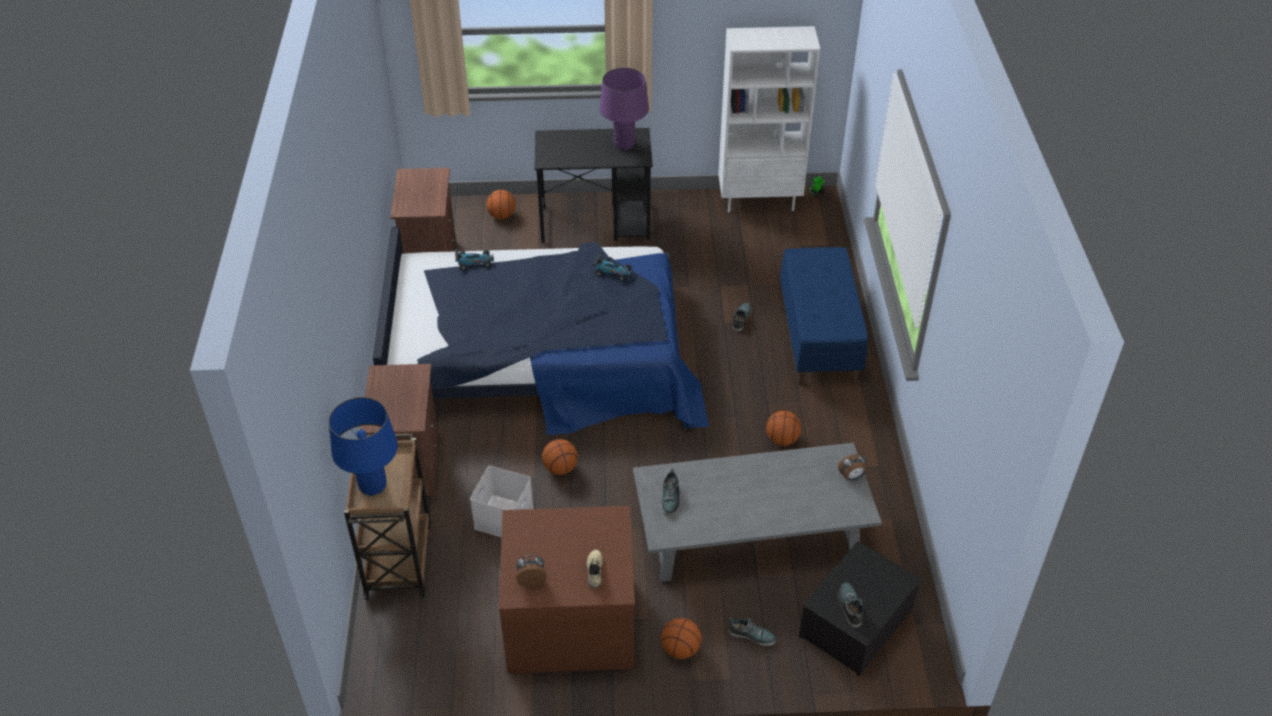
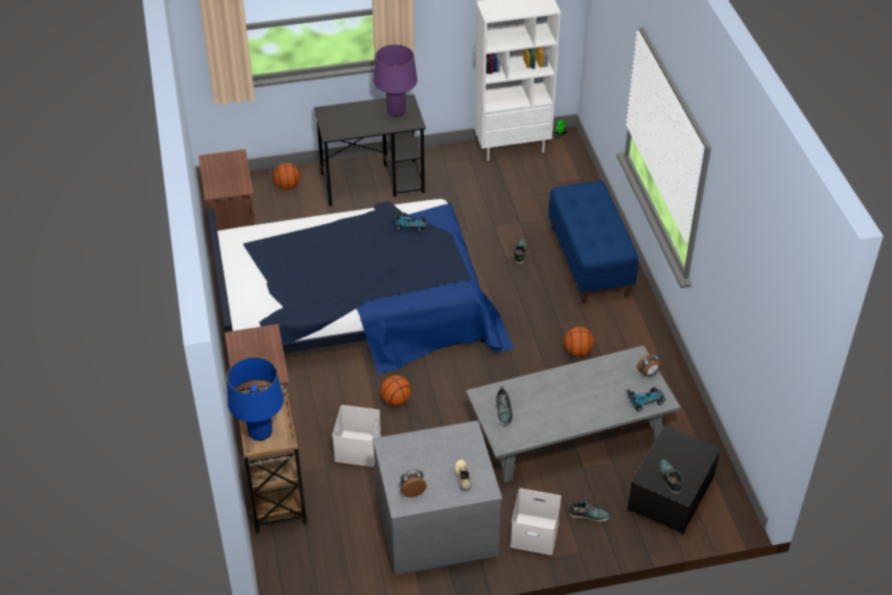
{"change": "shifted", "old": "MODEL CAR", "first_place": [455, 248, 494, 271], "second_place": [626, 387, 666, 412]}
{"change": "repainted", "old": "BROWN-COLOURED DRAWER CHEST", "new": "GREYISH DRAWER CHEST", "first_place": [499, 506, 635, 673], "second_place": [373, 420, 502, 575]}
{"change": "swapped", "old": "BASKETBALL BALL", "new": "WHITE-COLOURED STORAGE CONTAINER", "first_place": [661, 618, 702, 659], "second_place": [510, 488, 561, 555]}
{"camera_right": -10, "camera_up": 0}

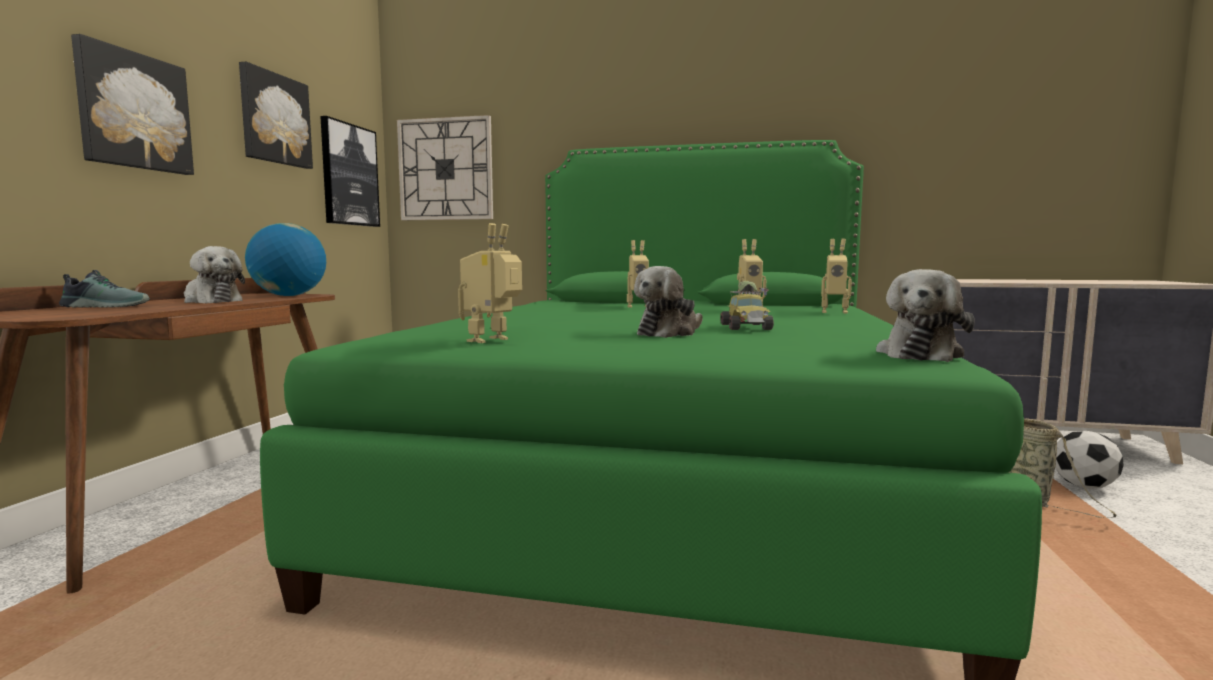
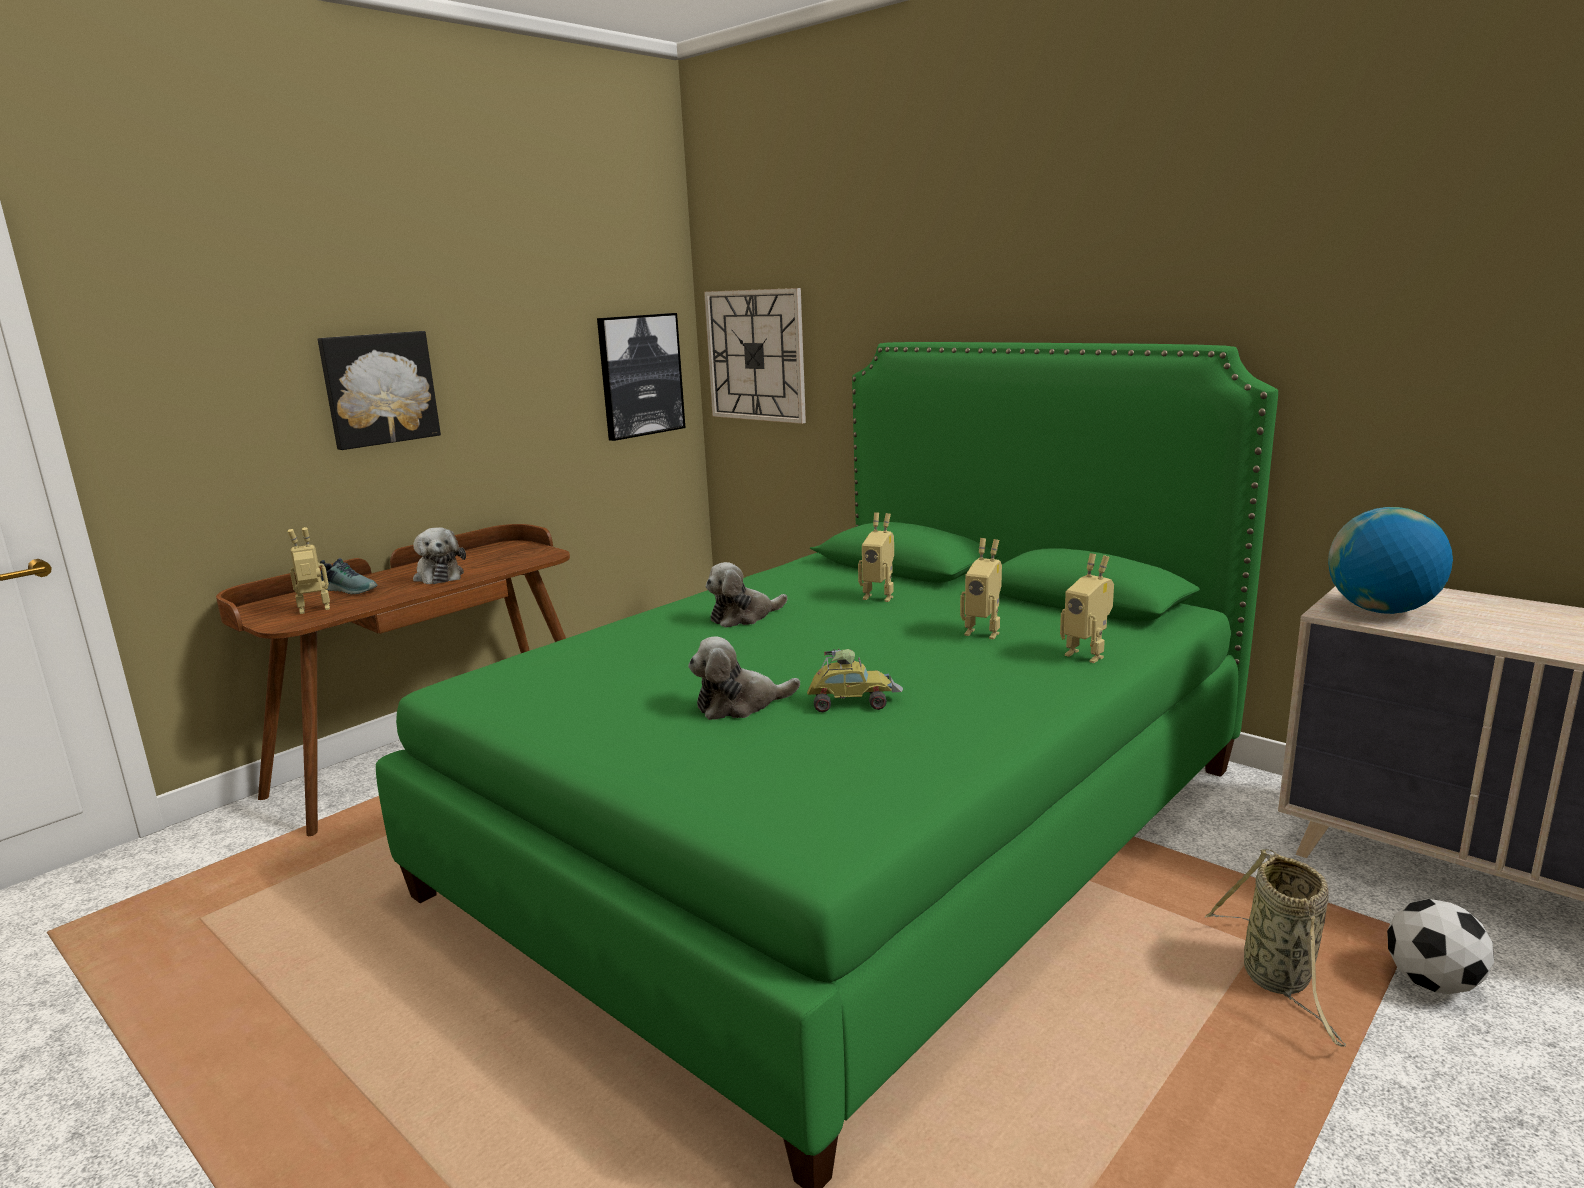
{"change": "gone", "old": "WALL ART", "first_place": [239, 62, 313, 169]}
{"change": "shifted", "old": "WORLD GLOBE", "first_place": [245, 223, 326, 296], "second_place": [1328, 507, 1453, 614]}
{"change": "shifted", "old": "MODEL ROBOT", "first_place": [458, 223, 522, 343], "second_place": [288, 527, 330, 614]}
{"change": "rotated", "old": "MODEL CAR", "first_place": [720, 281, 774, 330], "second_place": [807, 649, 903, 712], "degrees": -120}
{"change": "shifted", "old": "CUDDLY TOY", "first_place": [876, 269, 975, 362], "second_place": [705, 562, 787, 628]}
{"camera_right": 30, "camera_up": 10}

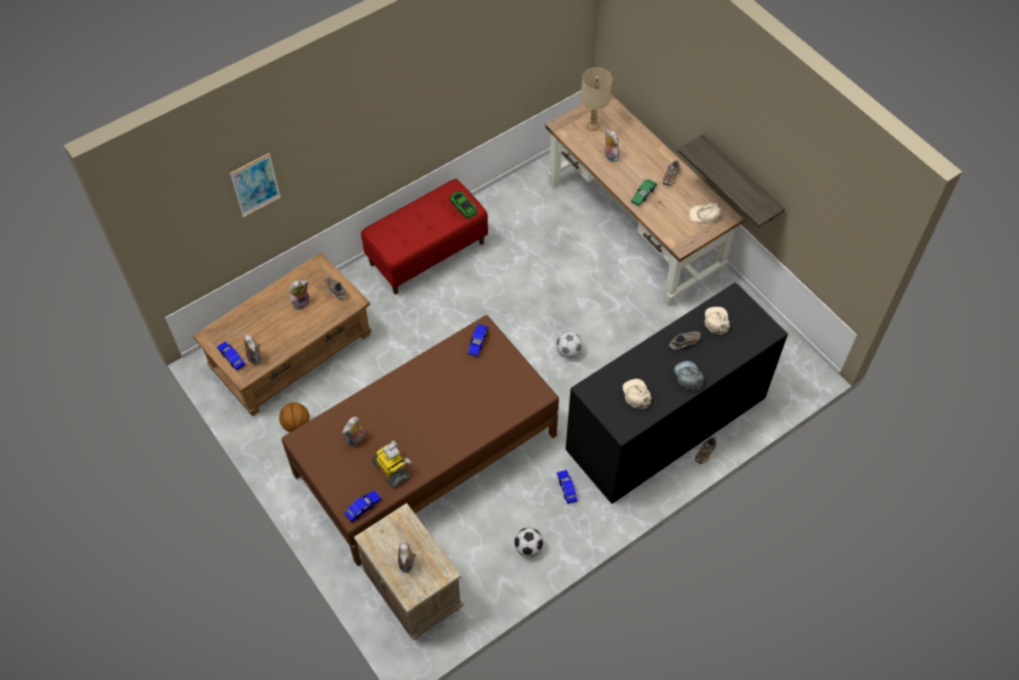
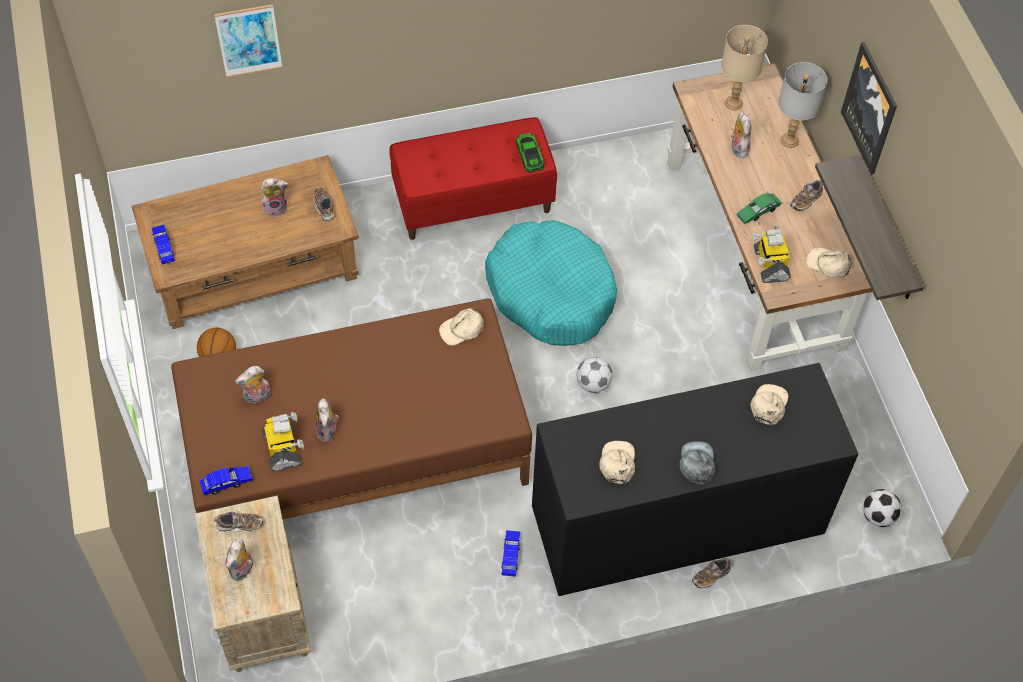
{"change": "shifted", "old": "CUDDLY TOY", "first_place": [244, 334, 261, 365], "second_place": [316, 398, 339, 442]}
{"change": "swapped", "old": "BLUE-COLOURED MODEL CAR", "new": "SAND-COLOURED BASEBALL CAP", "first_place": [468, 324, 488, 357], "second_place": [439, 308, 484, 346]}
{"change": "shifted", "old": "FOOTBALL", "first_place": [514, 528, 543, 557], "second_place": [863, 489, 902, 527]}
{"change": "shifted", "old": "SHOE", "first_place": [669, 332, 701, 351], "second_place": [214, 512, 263, 532]}
{"change": "new", "new": "TURQUOISE-COLOURED PET BED", "second_place": [485, 220, 617, 346]}
{"change": "new", "new": "MODEL ROBOT", "second_place": [752, 229, 791, 283]}
{"change": "new", "new": "GREYISH LAMP FOR A TABLE", "second_place": [778, 62, 827, 148]}
{"change": "new", "new": "WALL ART", "second_place": [841, 42, 897, 175]}
{"camera_right": 20, "camera_up": 0}

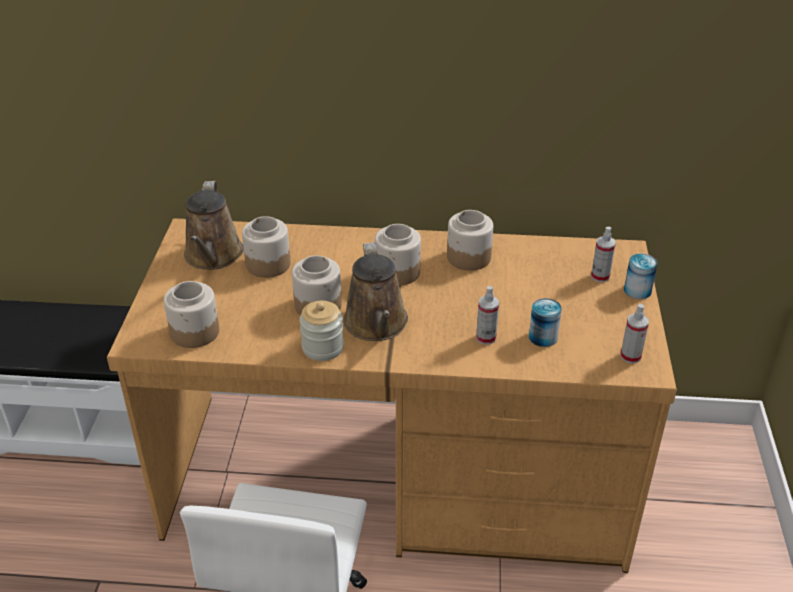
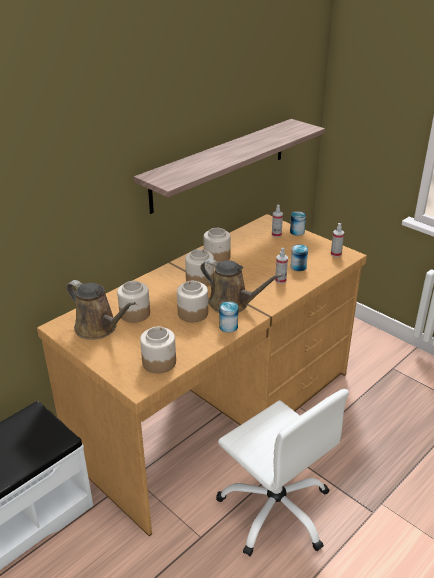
{"change": "swapped", "old": "PRESERVE JAR", "new": "CAN", "first_place": [299, 301, 344, 361], "second_place": [219, 301, 238, 333]}
{"change": "new", "new": "BRACKET SHELF", "second_place": [134, 119, 325, 214]}
{"camera_right": -50, "camera_up": -5}

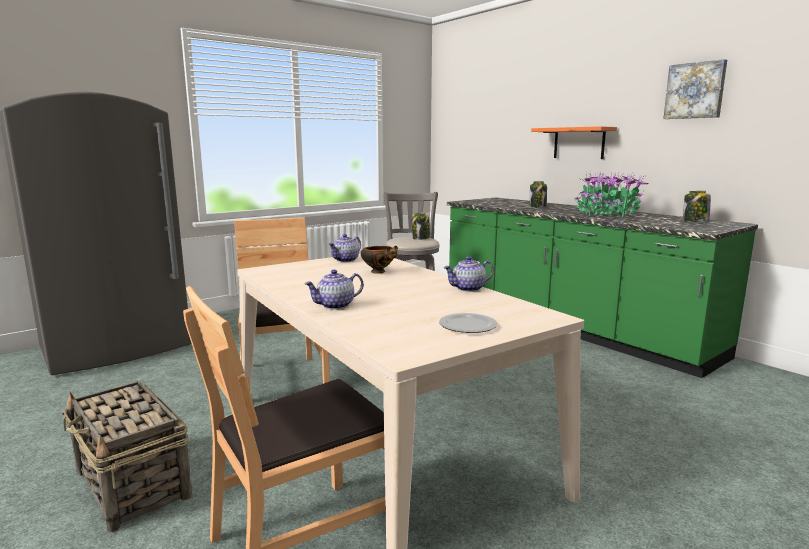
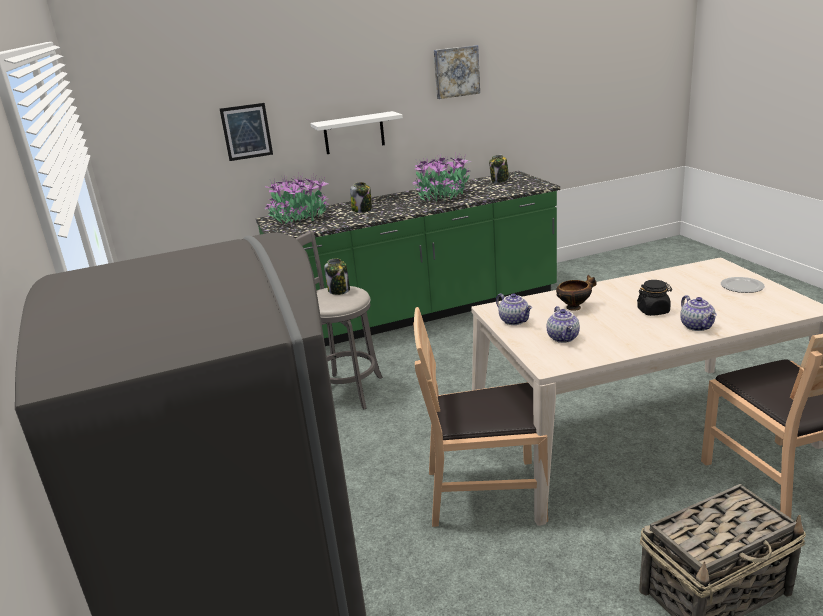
{"change": "shifted", "old": "TEA POT", "first_place": [443, 256, 494, 292], "second_place": [547, 306, 580, 343]}
{"change": "repainted", "old": "ORANGEY BRACKET SHELF", "new": "WHITE-COLOURED BRACKET SHELF", "first_place": [531, 126, 617, 159], "second_place": [310, 111, 403, 154]}
{"change": "new", "new": "WALL ART", "second_place": [220, 103, 273, 161]}
{"change": "new", "new": "POTTED PLANT", "second_place": [265, 174, 329, 224]}
{"change": "new", "new": "BLACK PRESERVE JAR", "second_place": [637, 280, 672, 316]}
{"camera_right": -70, "camera_up": 10}

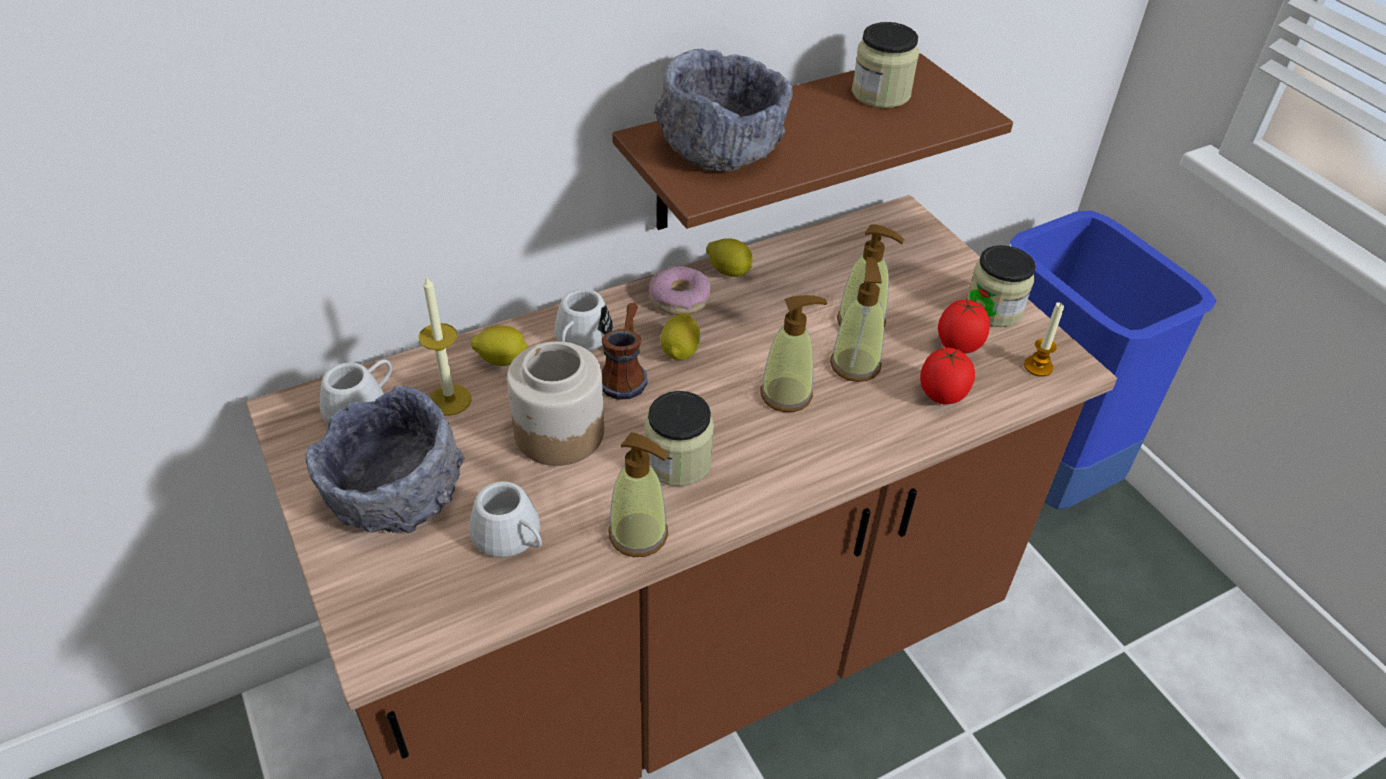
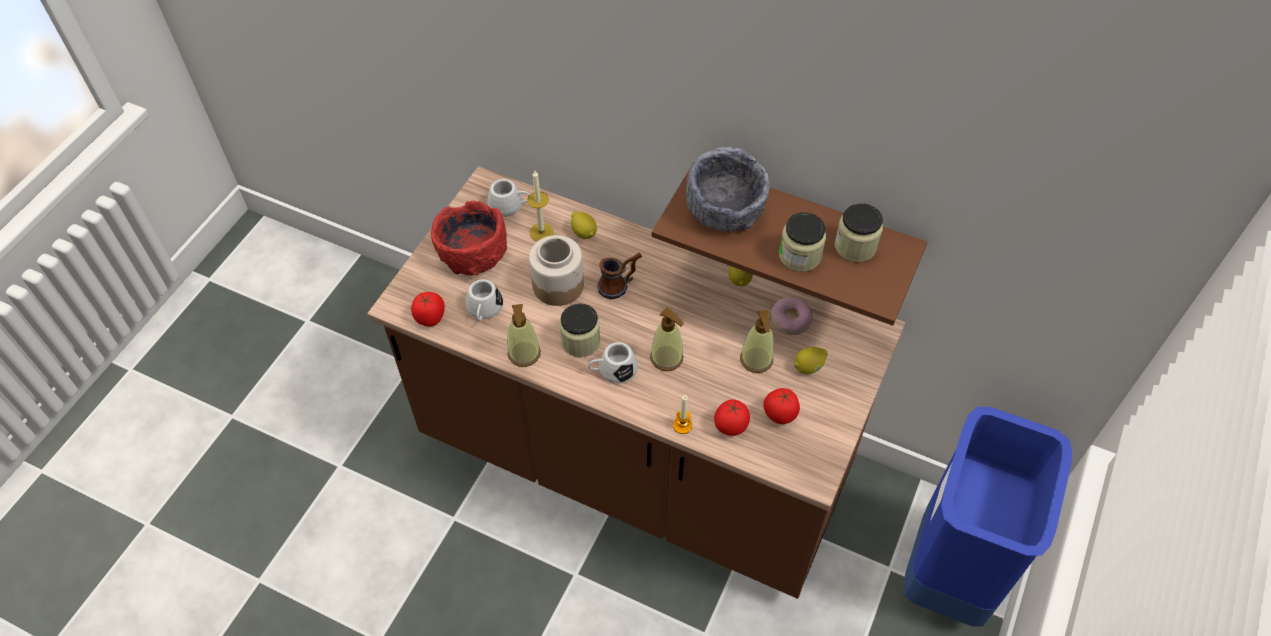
{"change": "repainted", "old": "GREYISH BOWL", "new": "RED-COLOURED BOWL", "first_place": [306, 386, 465, 533], "second_place": [431, 201, 507, 276]}
{"change": "shifted", "old": "WHITE-COLOURED TEA MUG", "first_place": [555, 289, 613, 351], "second_place": [588, 342, 638, 384]}
{"change": "shifted", "old": "DONUT", "first_place": [649, 266, 710, 315], "second_place": [771, 297, 813, 335]}
{"change": "shifted", "old": "CITRUS FRUIT", "first_place": [661, 313, 701, 361], "second_place": [794, 347, 828, 374]}
{"change": "gone", "old": "SOAP DISPENSER", "first_place": [830, 257, 884, 382]}
{"change": "shifted", "old": "PRESERVE JAR", "first_place": [967, 245, 1036, 327], "second_place": [779, 212, 826, 272]}
{"change": "shifted", "old": "CANDLE", "first_place": [1024, 302, 1064, 377], "second_place": [673, 395, 692, 434]}
{"change": "new", "new": "TOMATO", "second_place": [411, 292, 445, 327]}
{"camera_right": 55, "camera_up": 10}

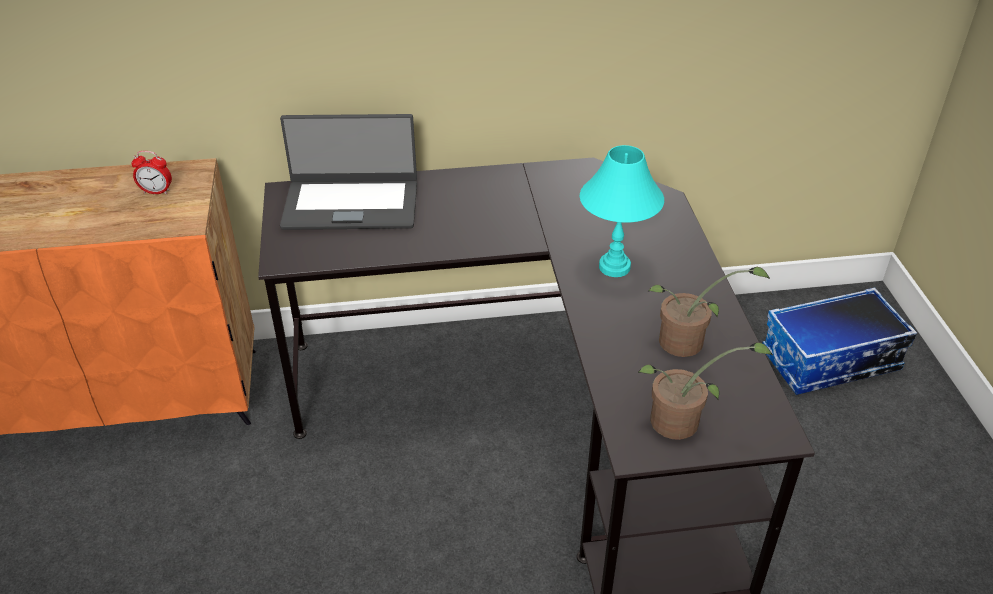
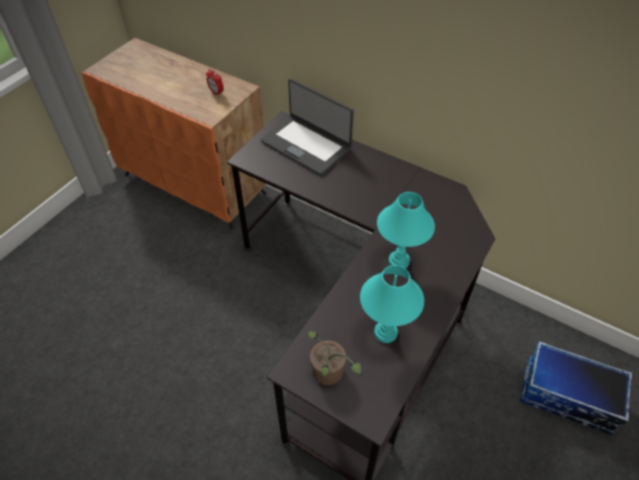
{"change": "swapped", "old": "POTTED PLANT", "new": "TURQUOISE-COLOURED LAMP FOR A TABLE", "first_place": [648, 267, 770, 357], "second_place": [360, 265, 424, 343]}
{"camera_right": 40, "camera_up": 10}

